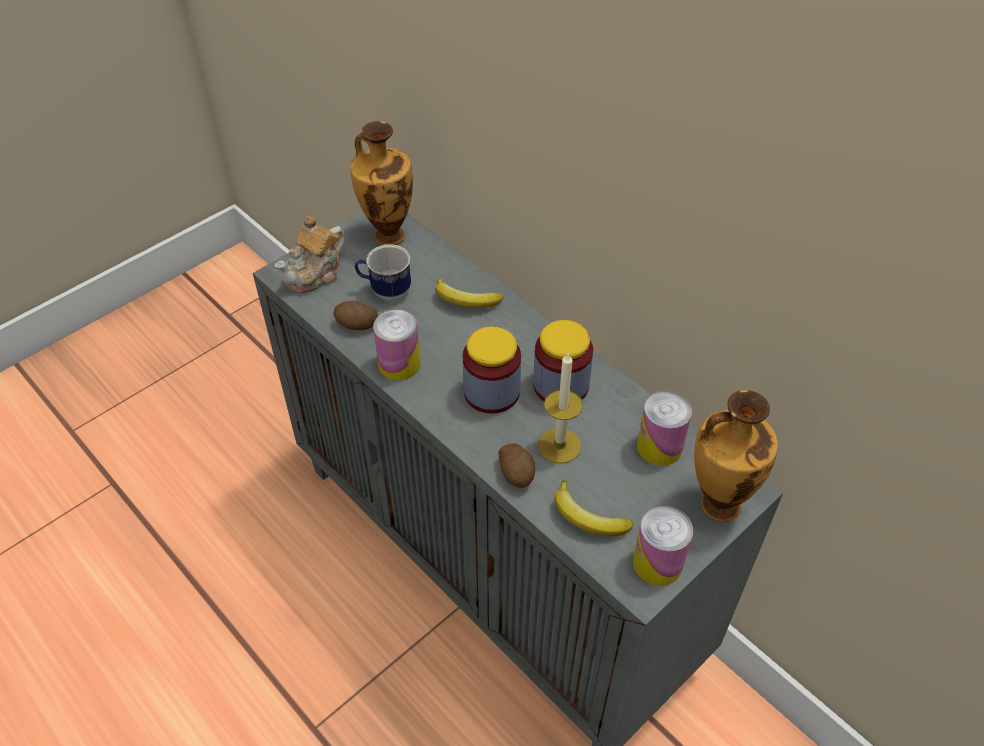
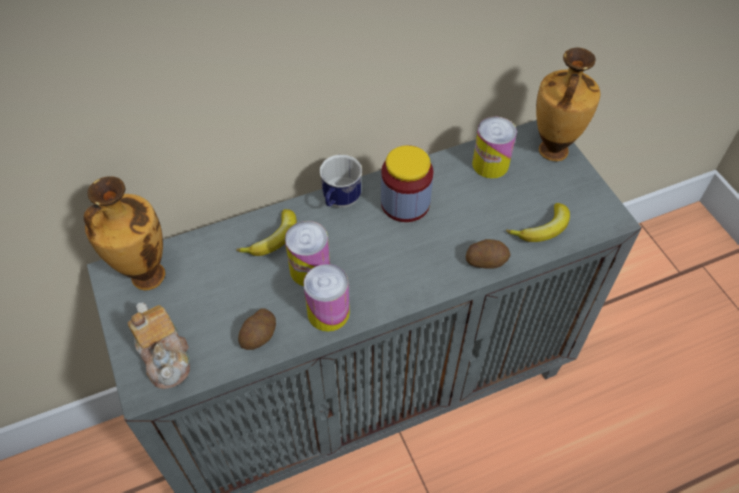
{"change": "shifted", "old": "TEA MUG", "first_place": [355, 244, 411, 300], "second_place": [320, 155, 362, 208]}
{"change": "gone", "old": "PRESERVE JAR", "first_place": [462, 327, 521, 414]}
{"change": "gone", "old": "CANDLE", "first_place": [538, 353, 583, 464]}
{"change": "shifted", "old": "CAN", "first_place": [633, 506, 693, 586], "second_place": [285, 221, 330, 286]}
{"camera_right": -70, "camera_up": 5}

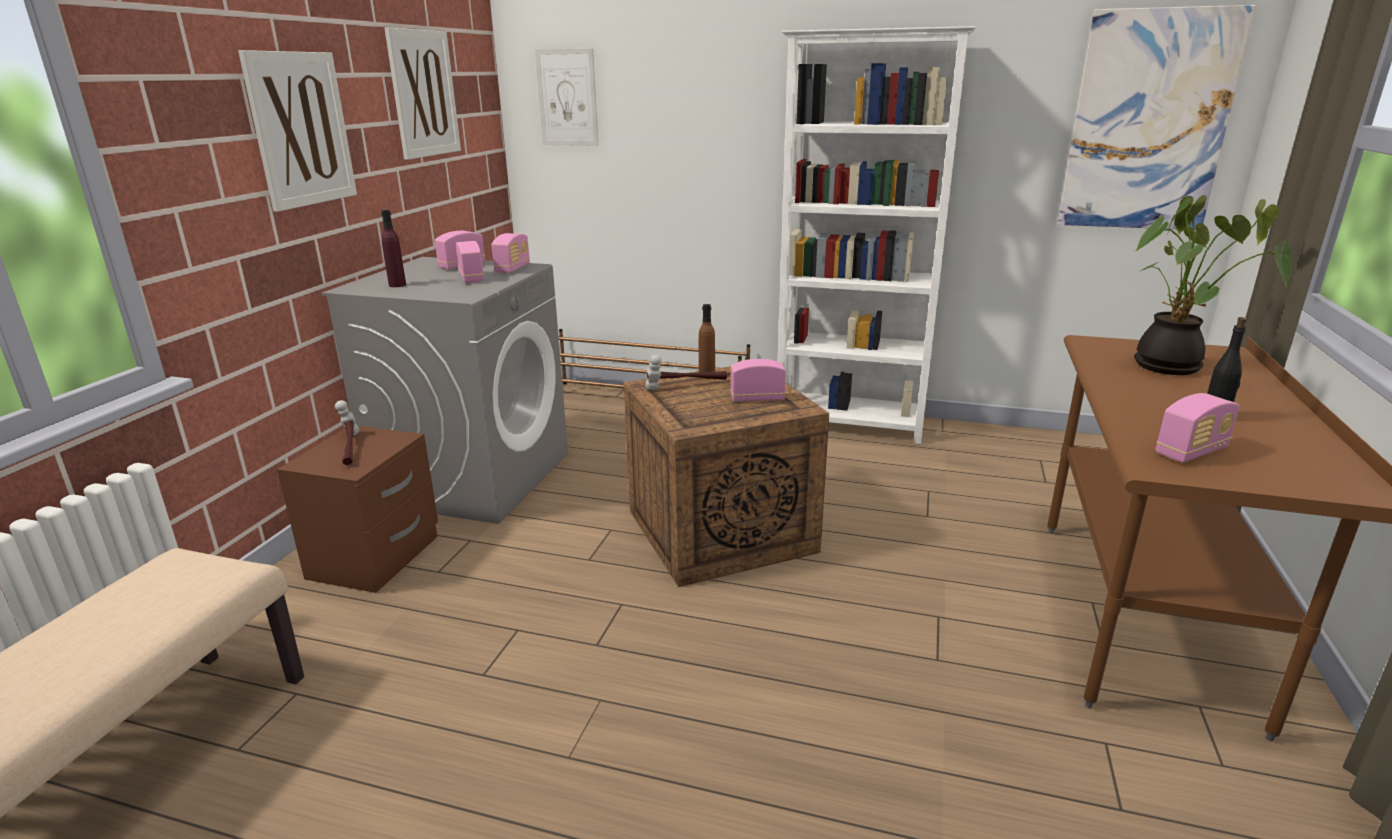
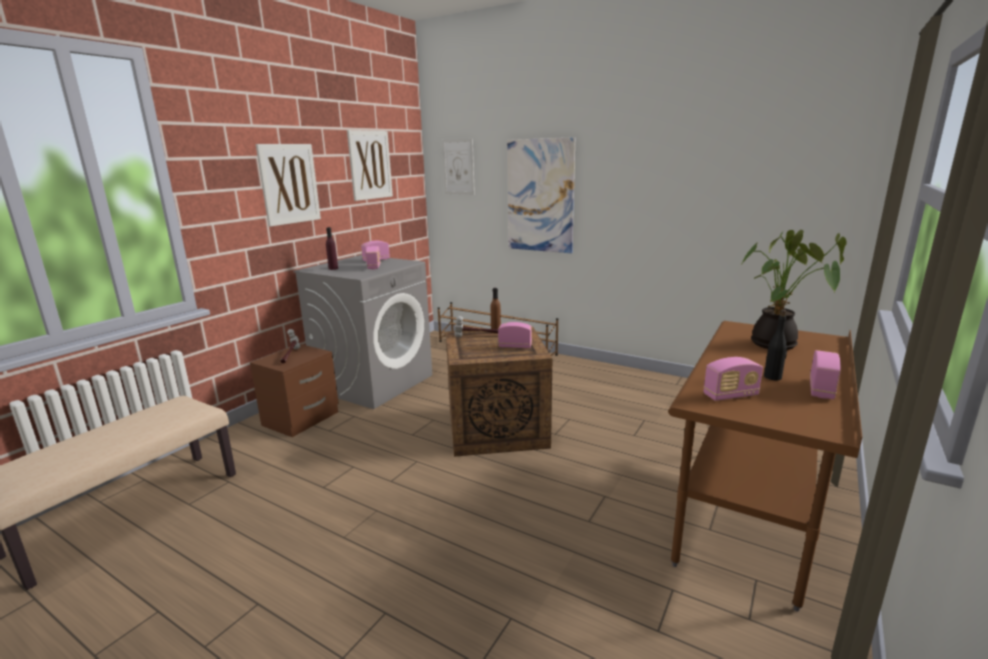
{"change": "shifted", "old": "RADIO", "first_place": [491, 233, 530, 274], "second_place": [810, 350, 841, 399]}
{"change": "gone", "old": "WHITE-COLOURED SHELVING UNIT", "first_place": [778, 26, 976, 444]}
{"change": "shifted", "old": "WALL ART", "first_place": [1057, 5, 1256, 230], "second_place": [507, 137, 575, 253]}
{"camera_right": 15, "camera_up": -5}

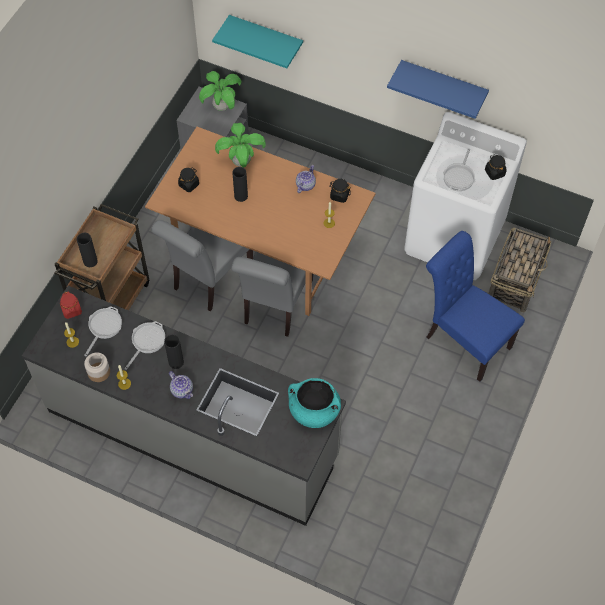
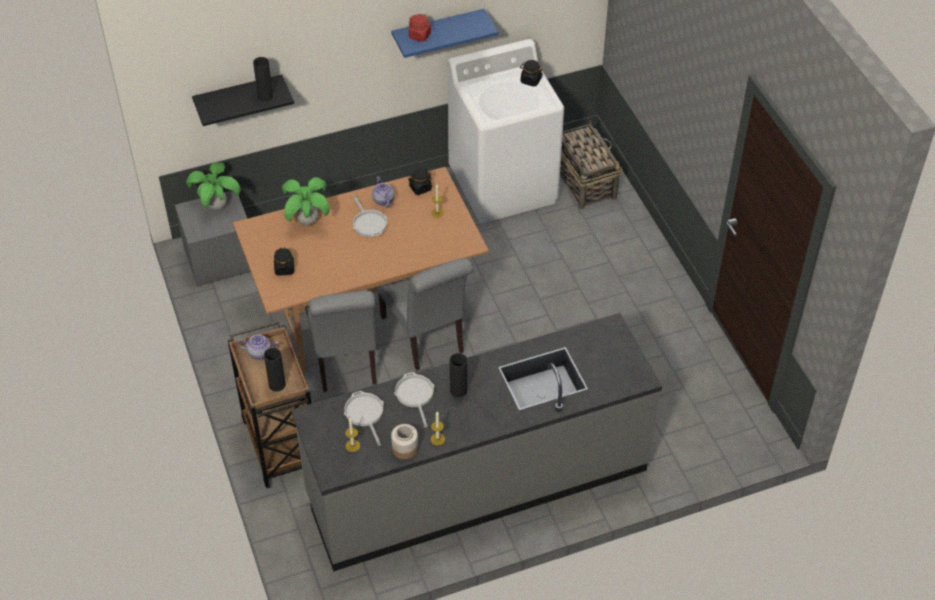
{"change": "shifted", "old": "RED-COLOURED PRESERVE JAR", "first_place": [60, 292, 82, 319], "second_place": [408, 14, 432, 42]}
{"change": "shifted", "old": "TEA POT", "first_place": [169, 371, 193, 399], "second_place": [238, 335, 278, 359]}
{"change": "repainted", "old": "TURQUOISE-COLOURED BRACKET SHELF", "new": "BLACK BRACKET SHELF", "first_place": [212, 15, 303, 68], "second_place": [192, 75, 294, 126]}
{"change": "shifted", "old": "BLACK FLOWER VASE", "first_place": [232, 167, 248, 202], "second_place": [253, 57, 273, 101]}
{"change": "gone", "old": "TURQUOISE-COLOURED SAUCEPOT", "first_place": [288, 378, 341, 428]}
{"change": "gone", "old": "BLUE-COLOURED CHAIR", "first_place": [426, 231, 525, 382]}
{"change": "shifted", "old": "PAN", "first_place": [443, 149, 475, 192], "second_place": [353, 195, 387, 237]}
{"camera_right": -45, "camera_up": -10}

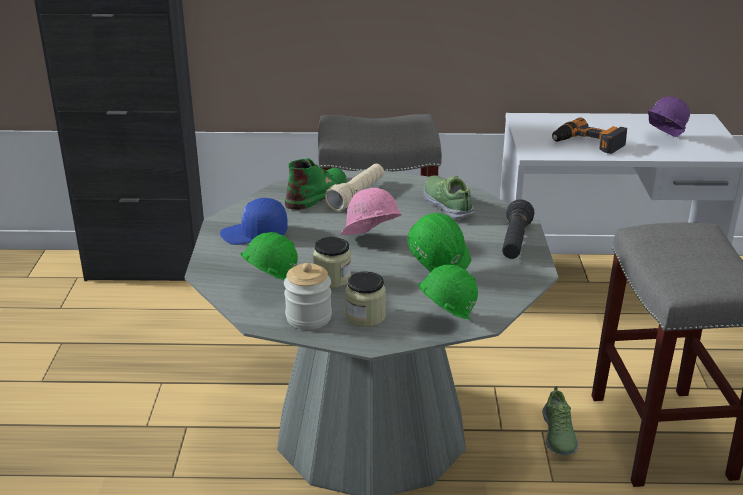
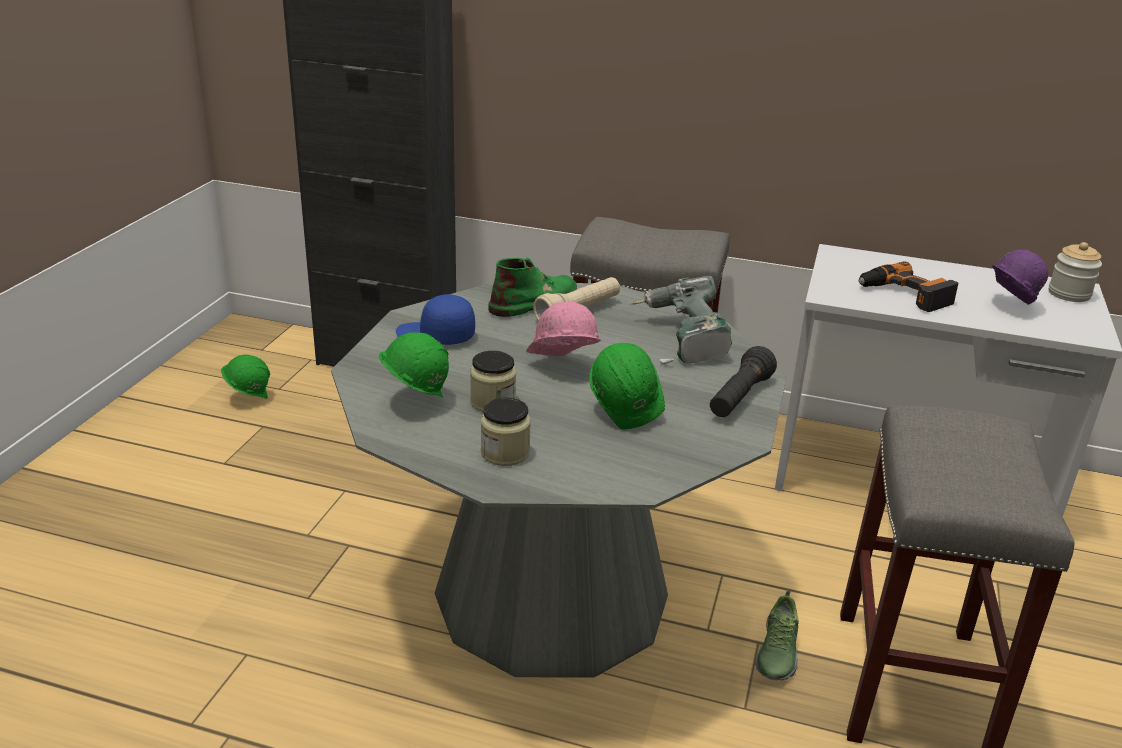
{"change": "shifted", "old": "PRESERVE JAR", "first_place": [284, 263, 332, 330], "second_place": [1048, 242, 1102, 302]}
{"change": "shifted", "old": "GREEN-COLOURED HARD HAT", "first_place": [418, 265, 478, 320], "second_place": [221, 355, 270, 399]}
{"change": "swapped", "old": "SHOE", "new": "ELECTRIC DRILL", "first_place": [424, 175, 475, 220], "second_place": [629, 276, 732, 364]}
{"camera_right": 15, "camera_up": 0}

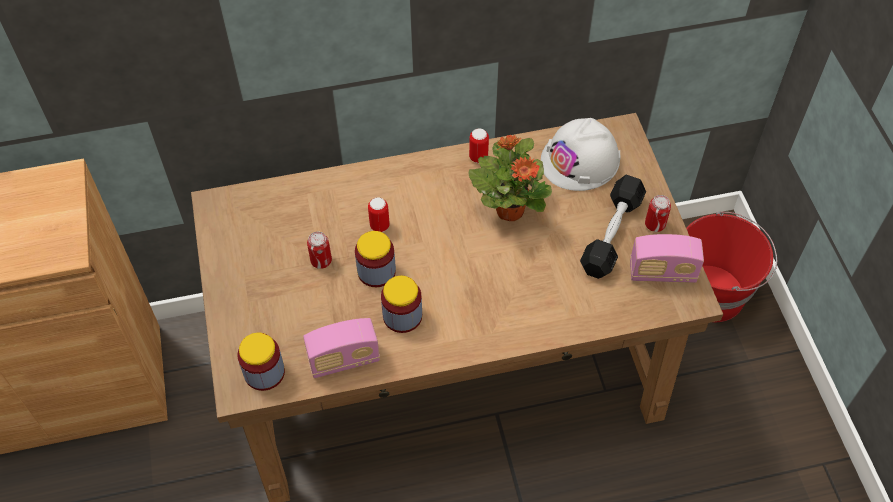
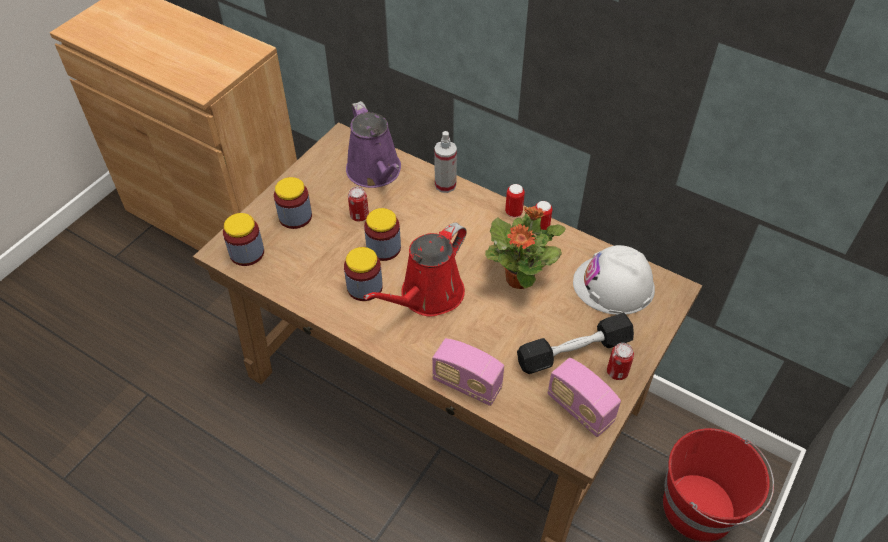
{"change": "shifted", "old": "RADIO", "first_place": [303, 318, 380, 378], "second_place": [432, 338, 504, 406]}
{"change": "shifted", "old": "CAN", "first_place": [368, 197, 390, 232], "second_place": [505, 184, 525, 217]}
{"change": "new", "new": "PRESERVE JAR", "second_place": [274, 177, 312, 229]}
{"change": "new", "new": "PURPLISH SPRINKLING CAN", "second_place": [346, 101, 401, 188]}
{"change": "new", "new": "RED-COLOURED SPRINKLING CAN", "second_place": [363, 223, 467, 317]}
{"change": "new", "new": "SPRAYER", "second_place": [434, 131, 457, 193]}
{"camera_right": 45, "camera_up": -5}

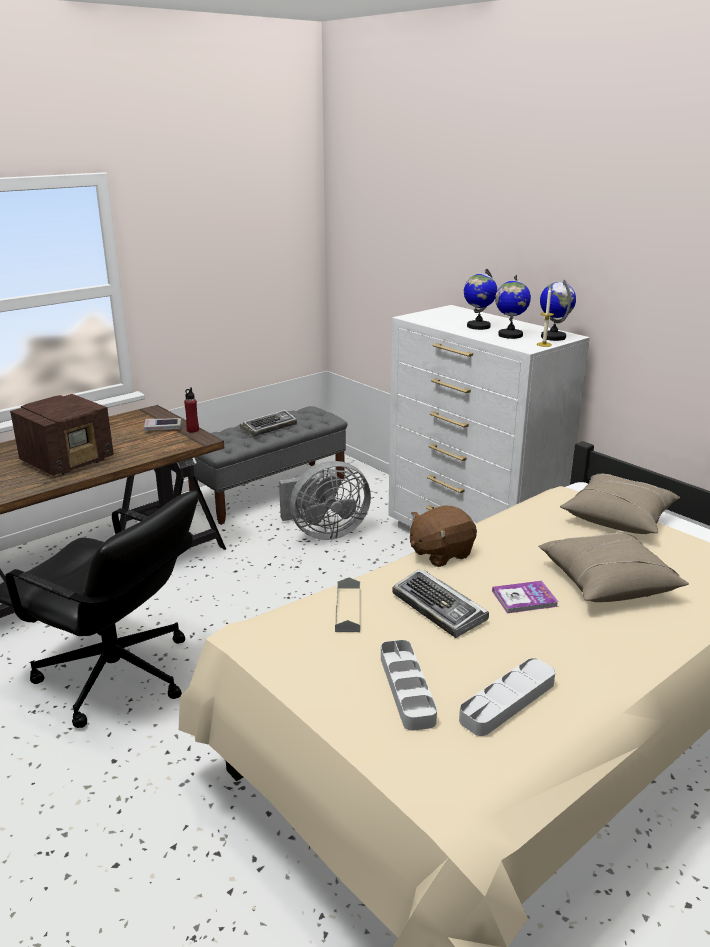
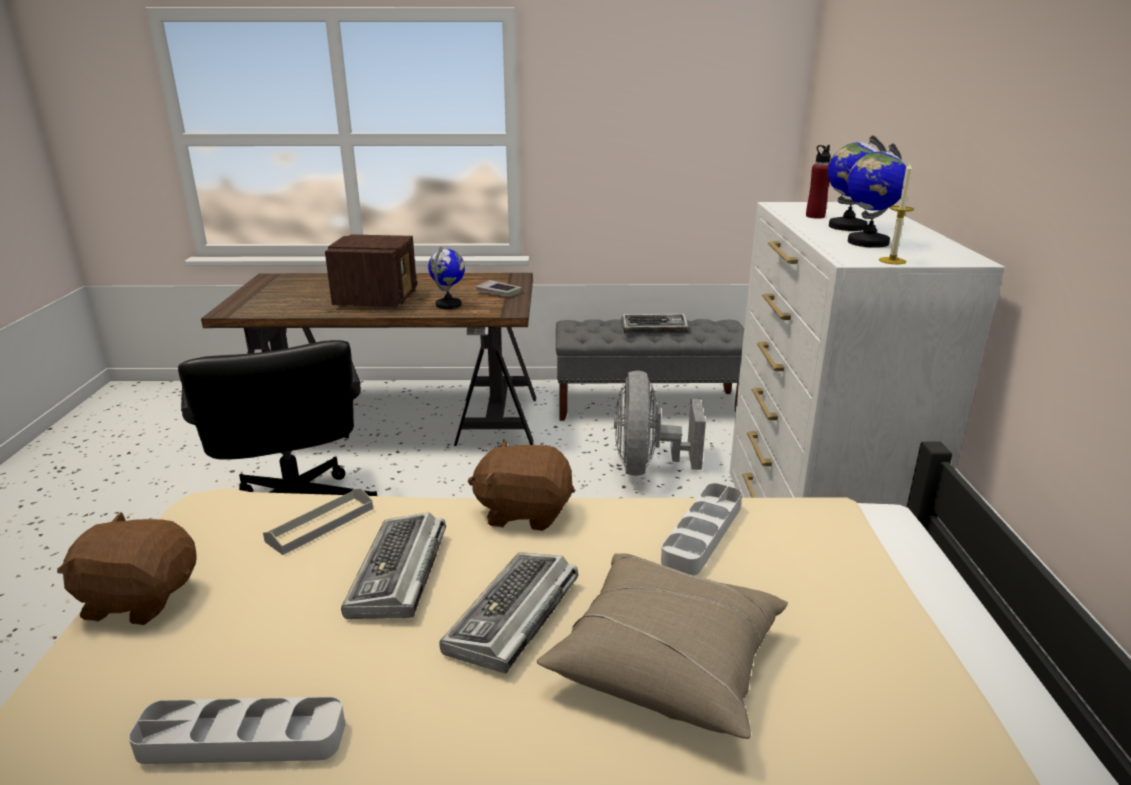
{"change": "rotated", "old": "RADIO", "first_place": [10, 394, 114, 476], "second_place": [325, 234, 417, 308], "degrees": -75}
{"change": "shifted", "old": "RED-COLOURED DRINK BOTTLE", "first_place": [184, 387, 199, 433], "second_place": [806, 145, 831, 219]}
{"change": "rotated", "old": "GREYISH FAN", "first_place": [279, 461, 371, 540], "second_place": [614, 371, 706, 476], "degrees": 75}
{"change": "shifted", "old": "GREYISH SERVING TRAY", "first_place": [381, 640, 437, 731], "second_place": [661, 483, 742, 576]}
{"change": "swapped", "old": "BOUND BOOK", "new": "PC KEYBOARD", "first_place": [492, 581, 558, 613], "second_place": [439, 552, 578, 673]}
{"change": "shifted", "old": "WORLD GLOBE", "first_place": [540, 279, 576, 341], "second_place": [428, 247, 465, 309]}
{"change": "gone", "old": "SAND-COLOURED THROW PILLOW", "first_place": [560, 474, 680, 534]}
{"change": "new", "new": "BROWN-COLOURED CUDDLY TOY", "second_place": [57, 512, 197, 625]}
{"camera_right": 40, "camera_up": 0}

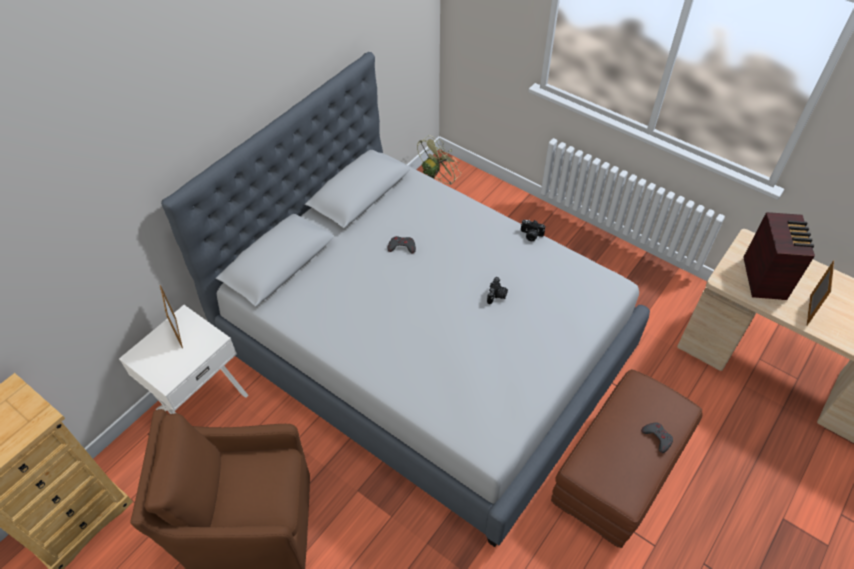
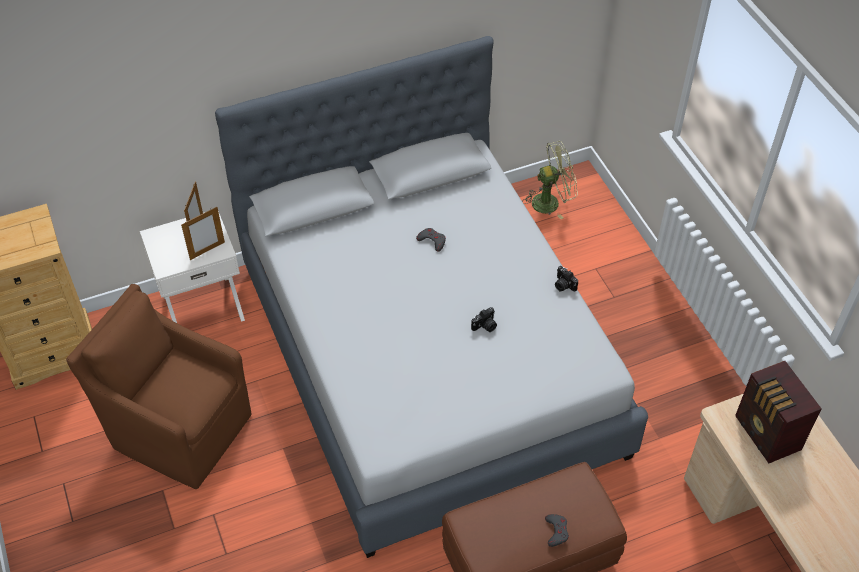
{"change": "rotated", "old": "RADIO", "first_place": [743, 212, 815, 300], "second_place": [735, 361, 822, 463], "degrees": 120}
{"change": "shifted", "old": "PICTURE FRAME", "first_place": [806, 260, 834, 326], "second_place": [181, 207, 225, 260]}
{"camera_right": 30, "camera_up": 0}

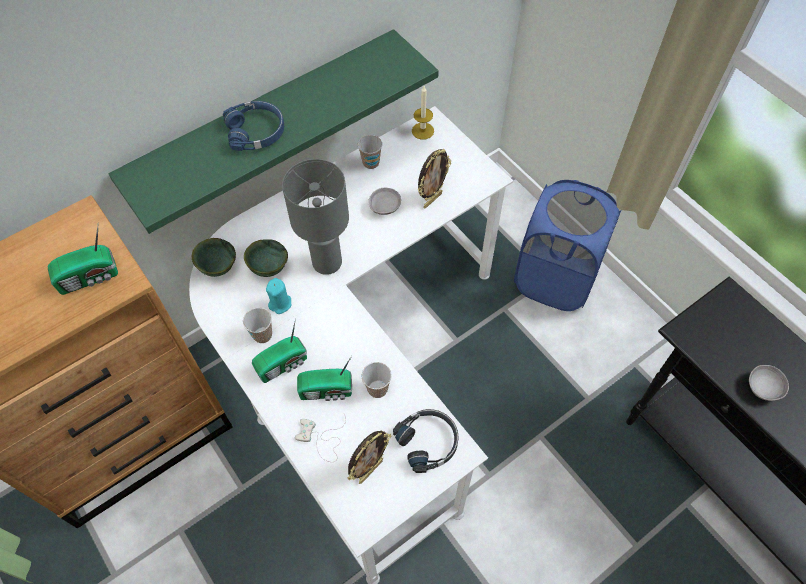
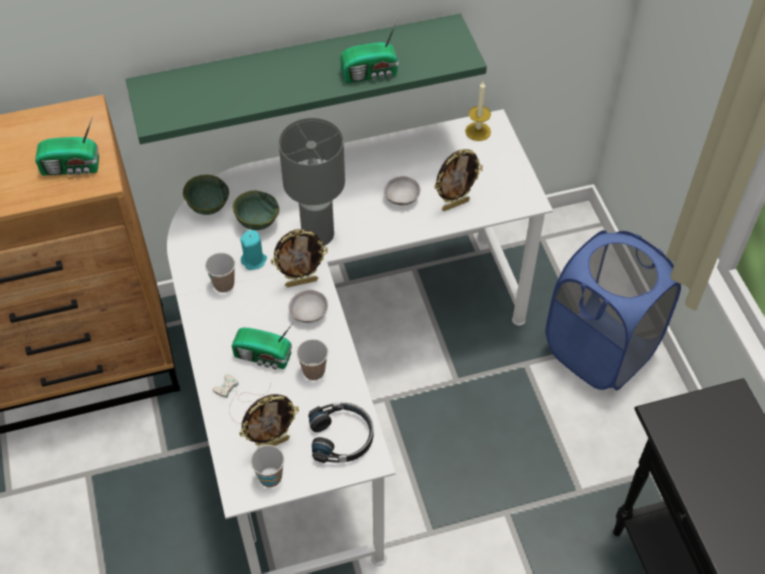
{"change": "gone", "old": "BLUE-COLOURED PAIR OF HEADPHONES", "first_place": [223, 101, 284, 151]}
{"change": "shifted", "old": "RADIO", "first_place": [252, 318, 307, 383], "second_place": [340, 19, 399, 83]}
{"change": "shifted", "old": "CUP", "first_place": [358, 135, 382, 169], "second_place": [250, 445, 284, 487]}
{"change": "shifted", "old": "GREYISH BOWL", "first_place": [749, 365, 789, 401], "second_place": [289, 290, 328, 323]}
{"change": "new", "new": "PICTURE FRAME", "second_place": [271, 229, 328, 287]}
{"camera_right": 20, "camera_up": -5}

